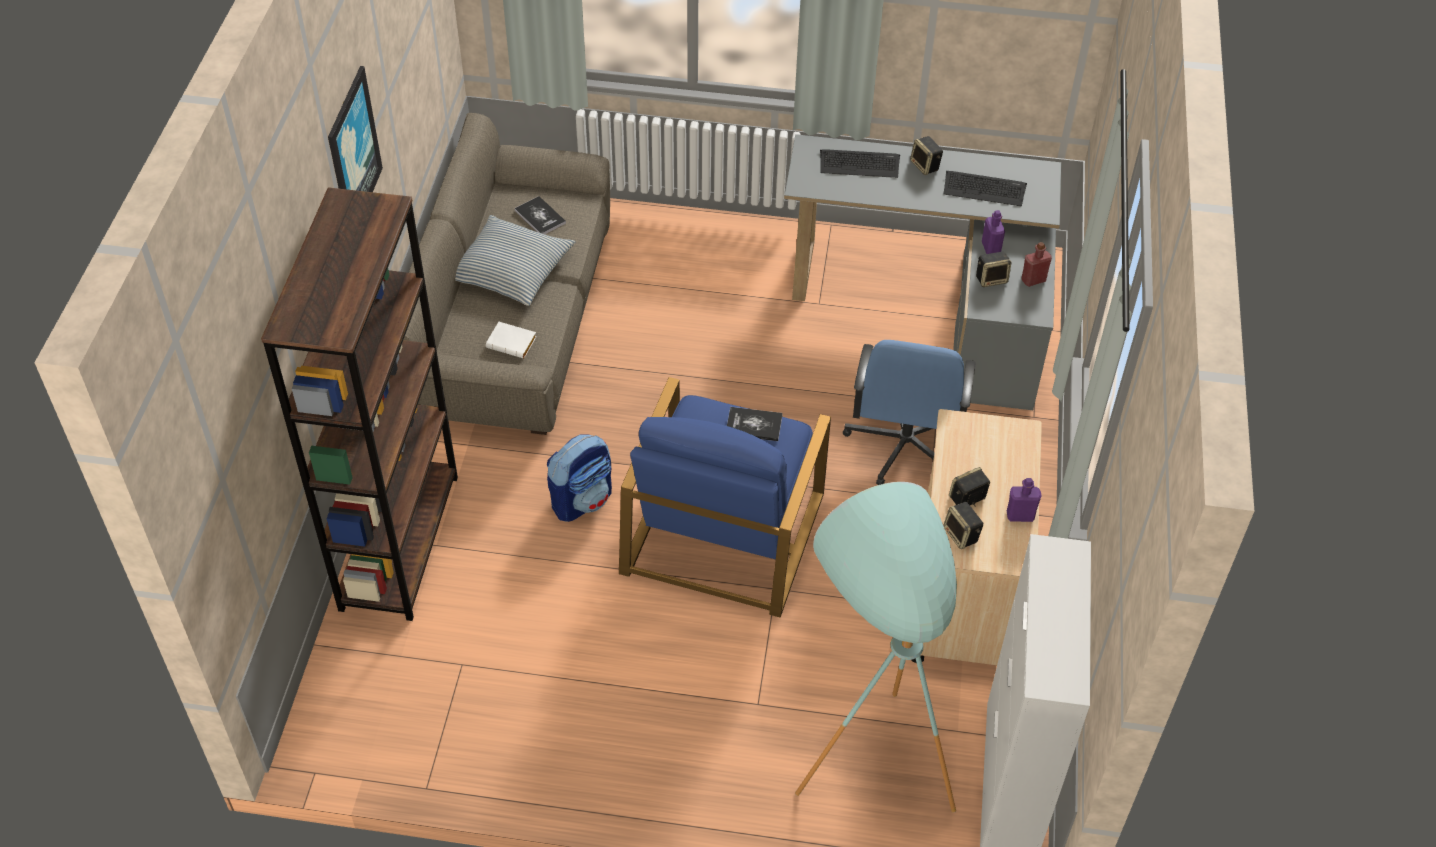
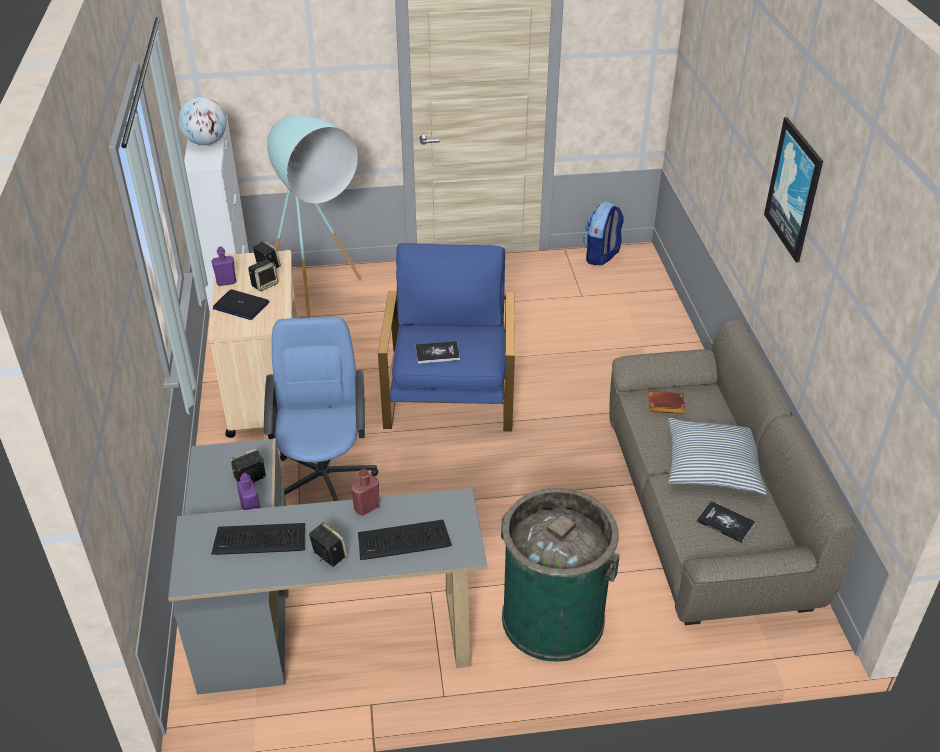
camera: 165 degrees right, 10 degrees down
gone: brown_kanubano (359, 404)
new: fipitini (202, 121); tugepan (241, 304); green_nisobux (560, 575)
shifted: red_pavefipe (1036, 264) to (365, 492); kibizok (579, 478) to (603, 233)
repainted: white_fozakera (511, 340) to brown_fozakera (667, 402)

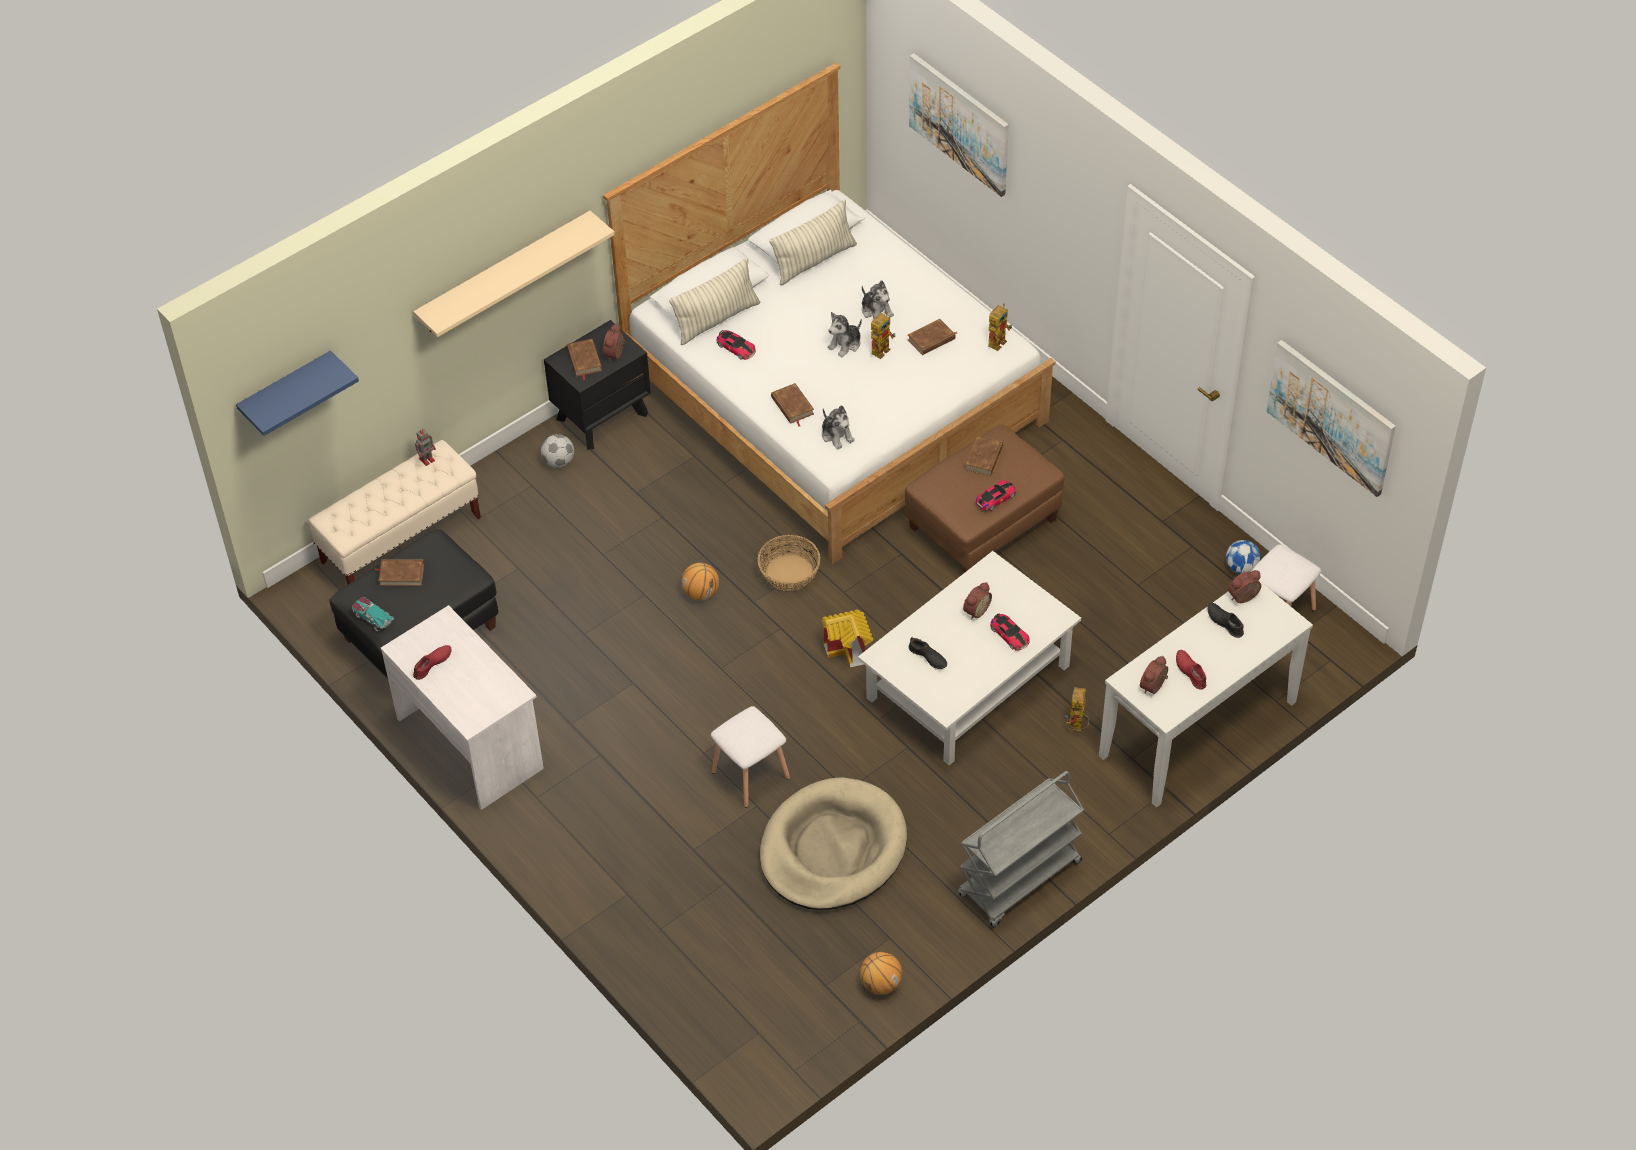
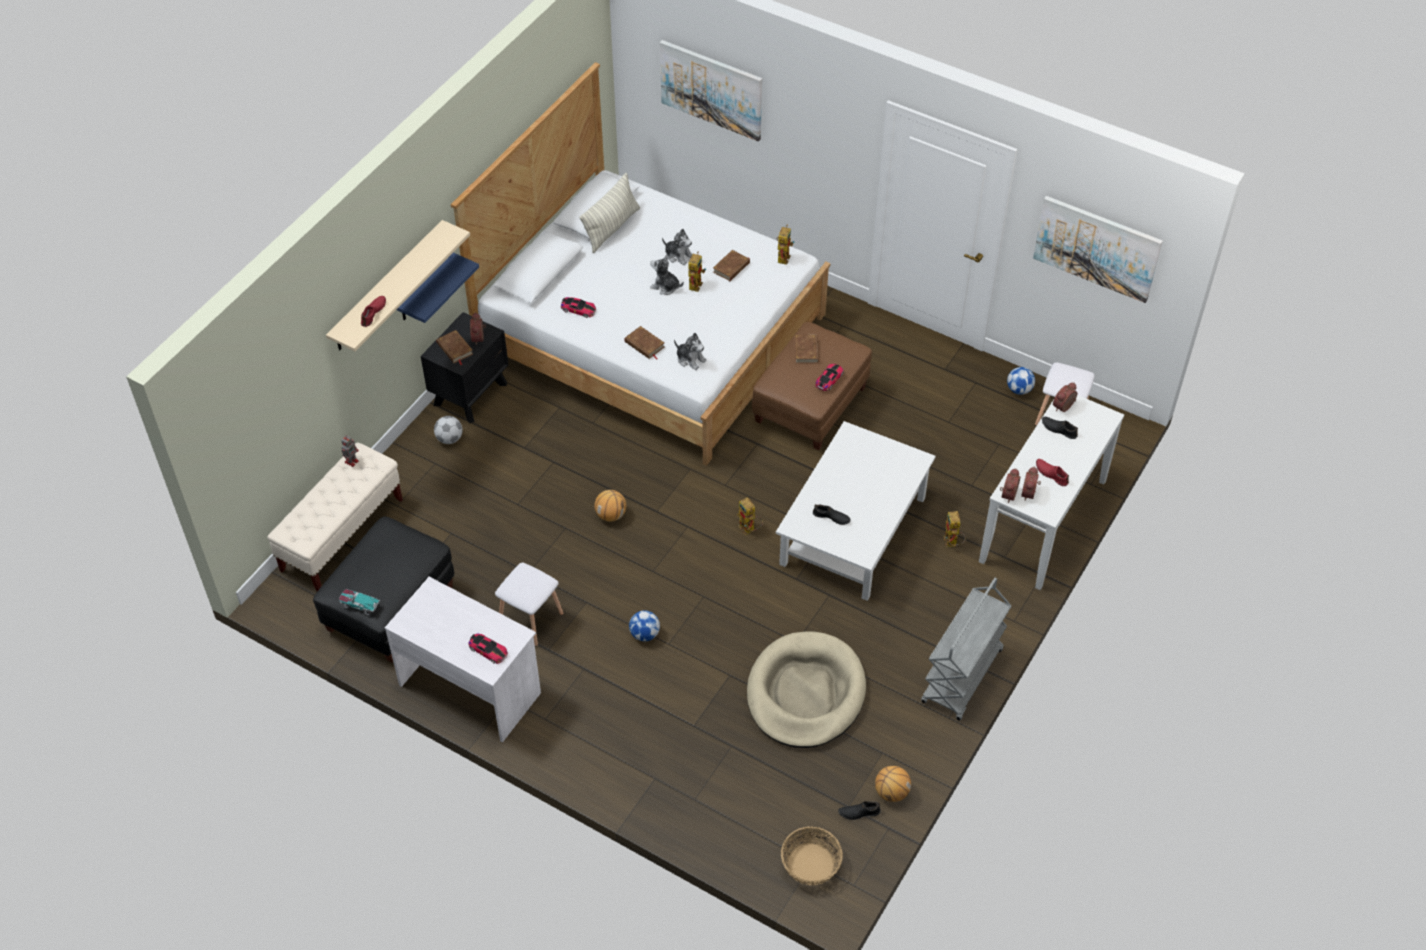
camera: 20 degrees left, 0 degrees up
gone: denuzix (714, 301); brown_fozakera (399, 572)
new: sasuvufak (644, 625); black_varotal (859, 810)
shifted: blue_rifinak (297, 393) to (438, 288); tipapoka (788, 563) to (812, 855); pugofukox (977, 601) to (1010, 485); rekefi (1010, 632) to (488, 648); red_varotal (432, 662) to (373, 311); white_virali (750, 756) to (529, 604)
swapped: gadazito (847, 638) to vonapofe (750, 516)
rotated: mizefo (844, 334) = (667, 275) 90 degrees clockwise

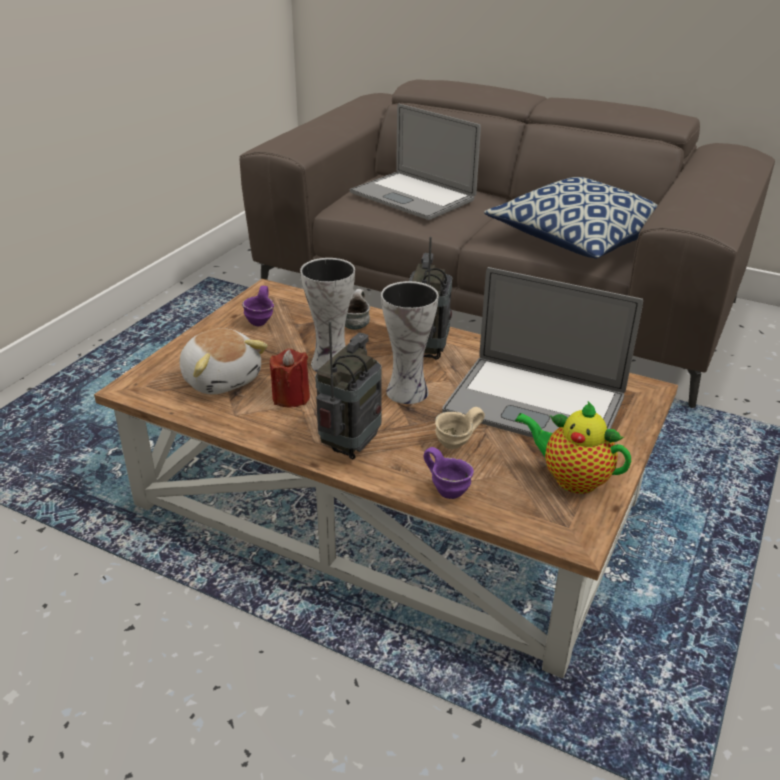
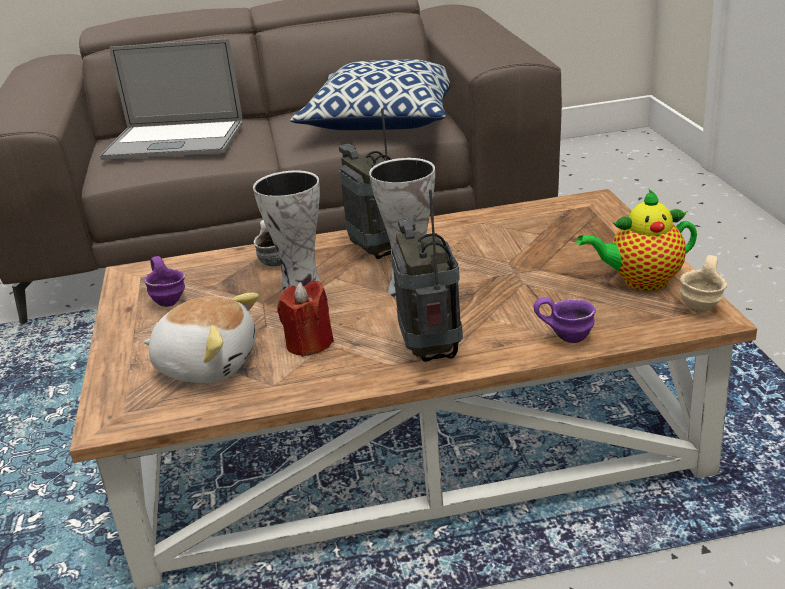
camera: 35 degrees left, 5 degrees down
gone: tugepan (542, 352)
shifted: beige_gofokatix (460, 428) to (703, 284)

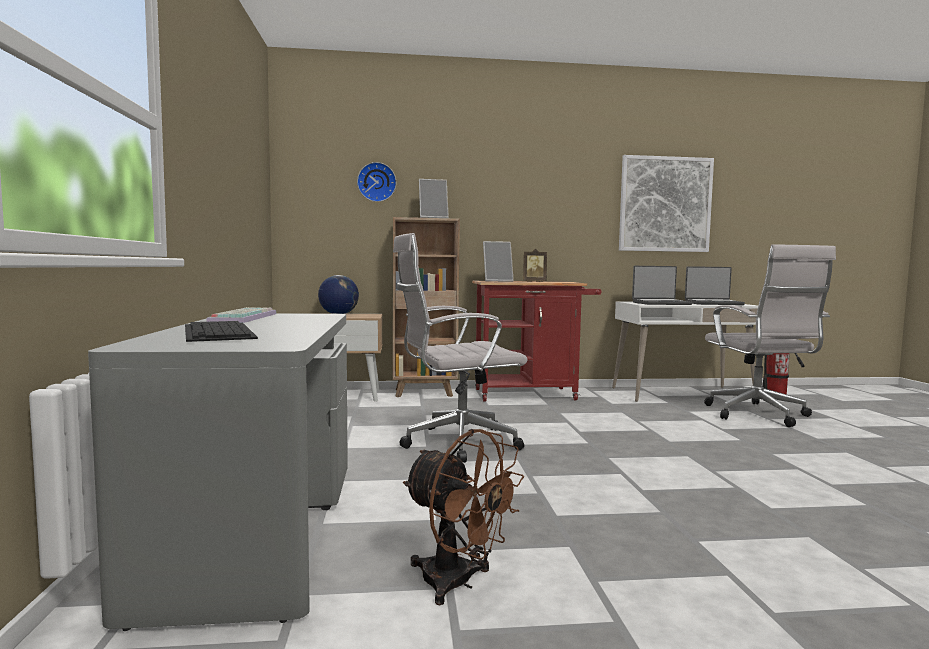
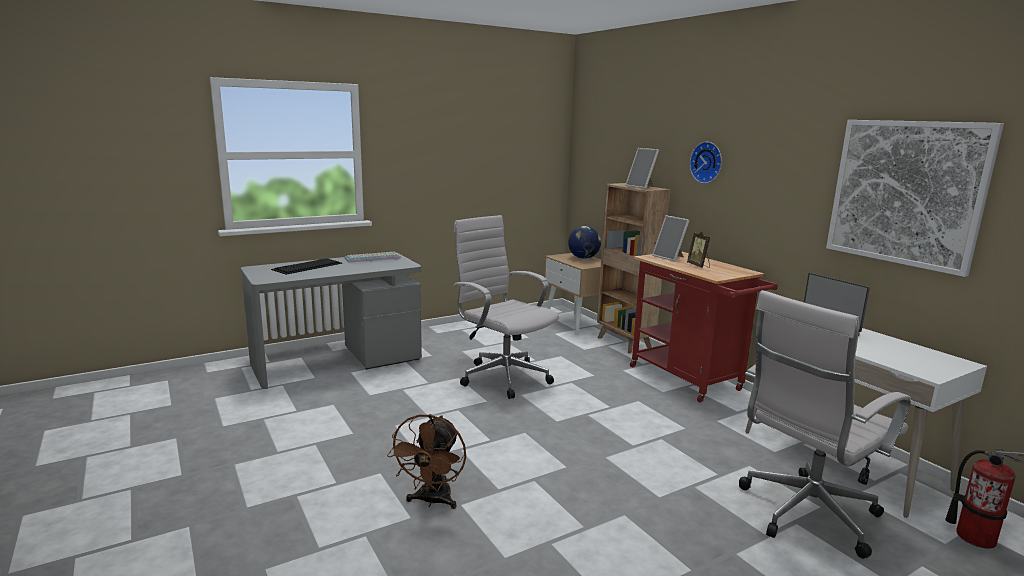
camera: 65 degrees right, 10 degrees up
gone: tugepan (715, 285)
shifted: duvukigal (377, 182) to (706, 163); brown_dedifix (463, 517) to (426, 461)

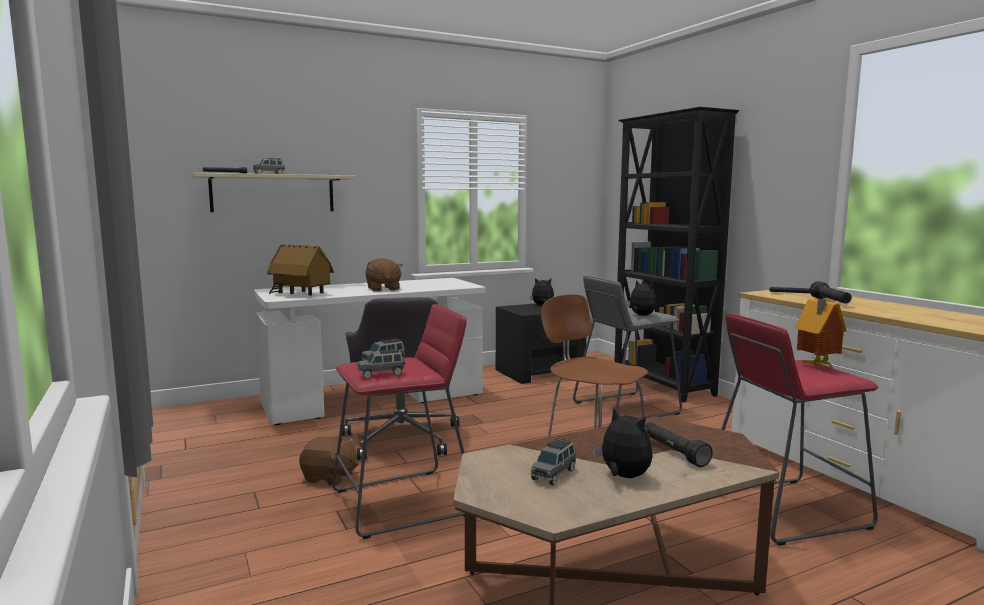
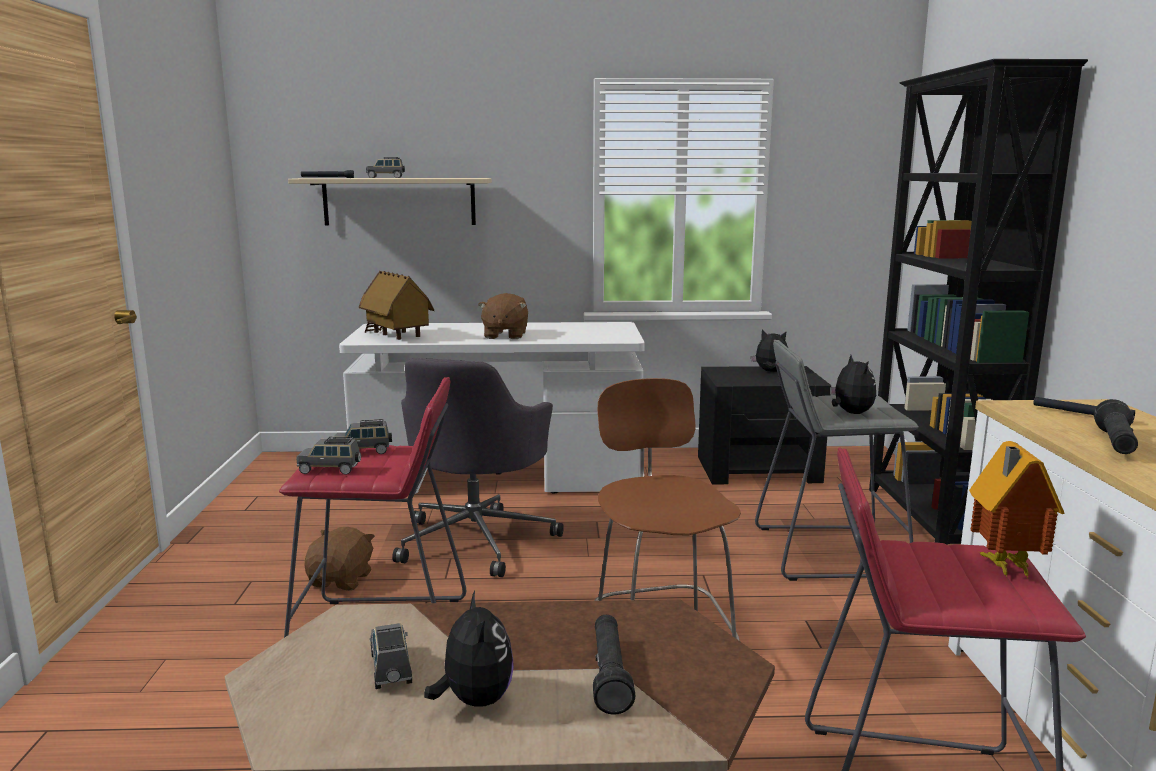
camera: 25 degrees right, 5 degrees up
rotated: brown_mizefo (329, 461) = (340, 558) 120 degrees counterclockwise; grey_rekefi (553, 461) = (391, 656) 105 degrees clockwise

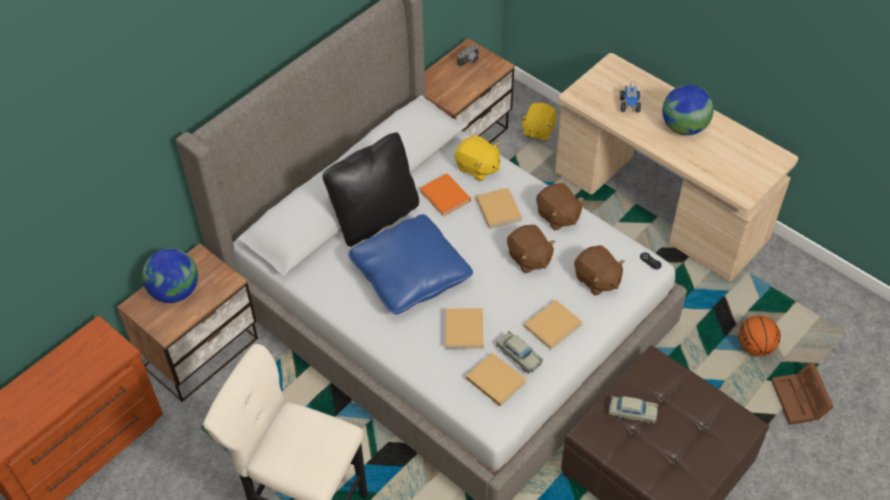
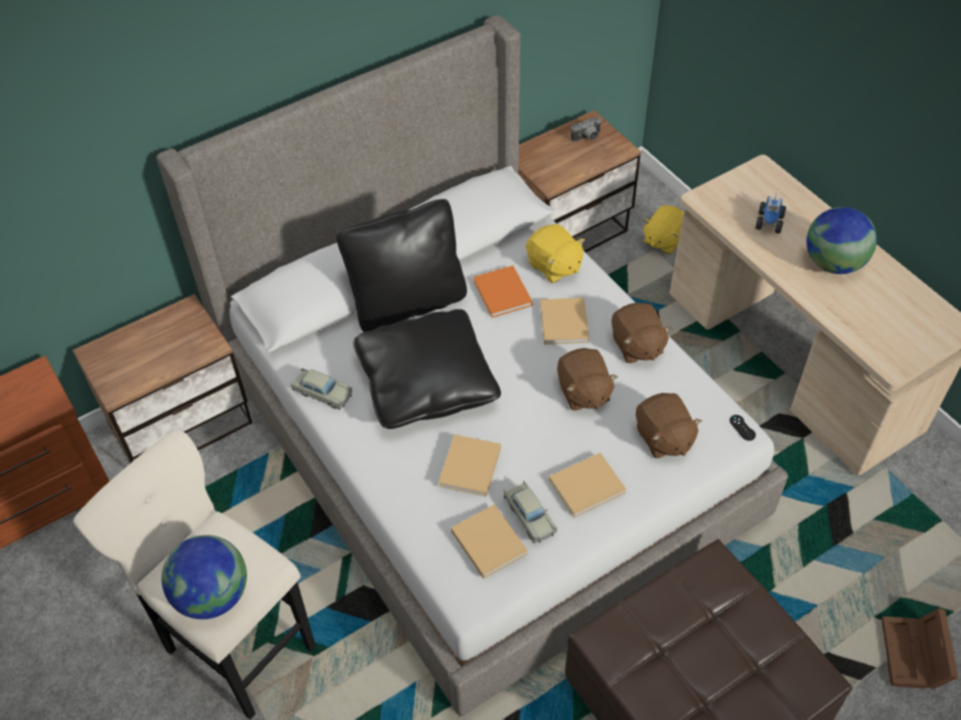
camera: 15 degrees right, 0 degrees up
gone: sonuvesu (760, 336)
shifted: fipitini (170, 276) to (204, 577); beige_rekefi (633, 410) to (321, 389)
repainted: blue_denuzix (410, 264) to black_denuzix (427, 369)

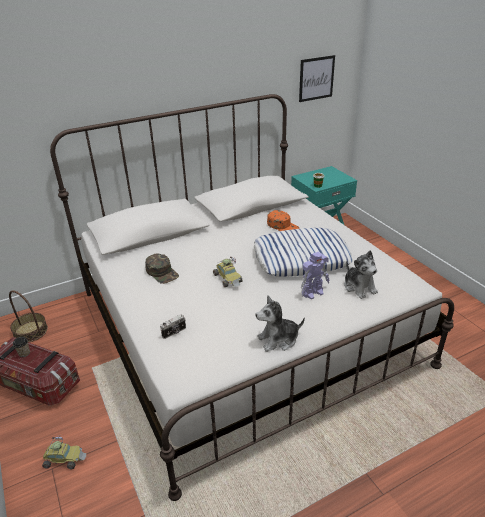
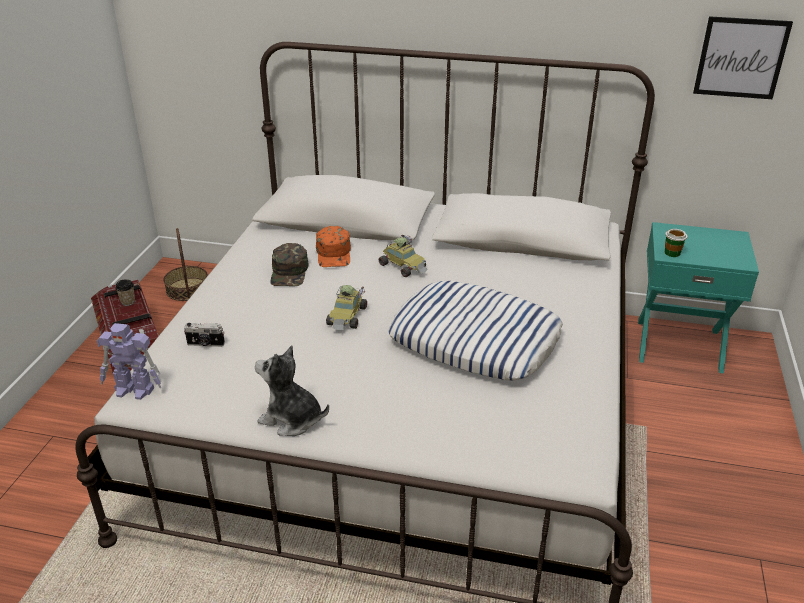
camera: 40 degrees right, 0 degrees up
gone: mizefo (361, 274)
shifted: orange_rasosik (283, 220) to (333, 246); vonapofe (315, 275) to (129, 361); rekefi (64, 452) to (403, 256)

